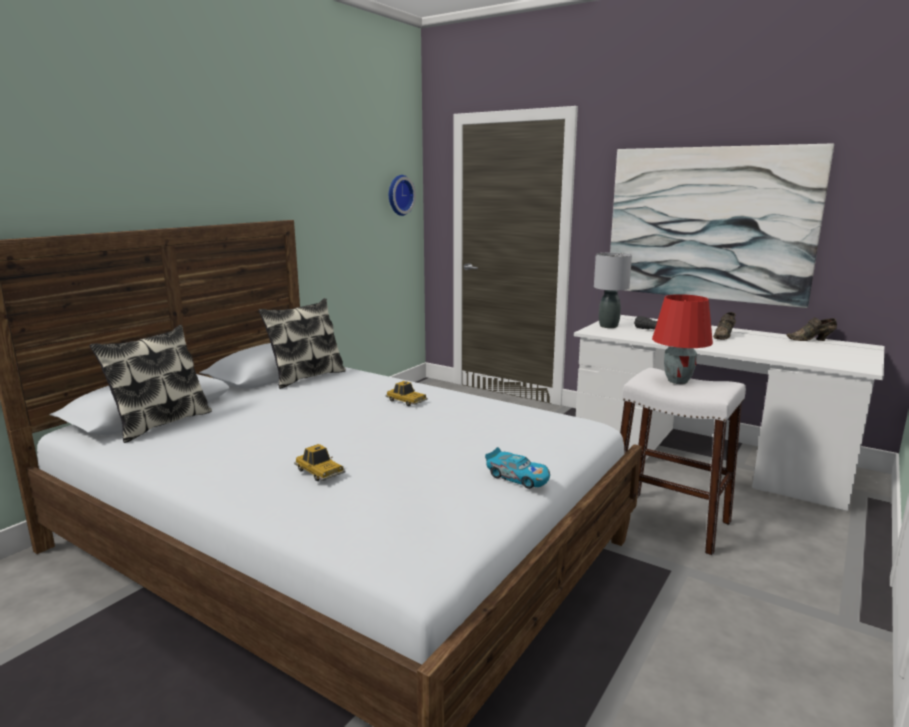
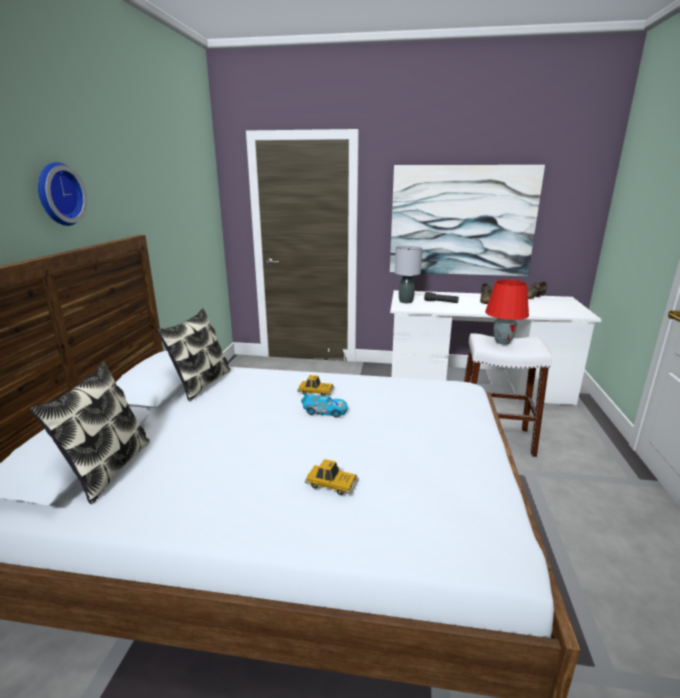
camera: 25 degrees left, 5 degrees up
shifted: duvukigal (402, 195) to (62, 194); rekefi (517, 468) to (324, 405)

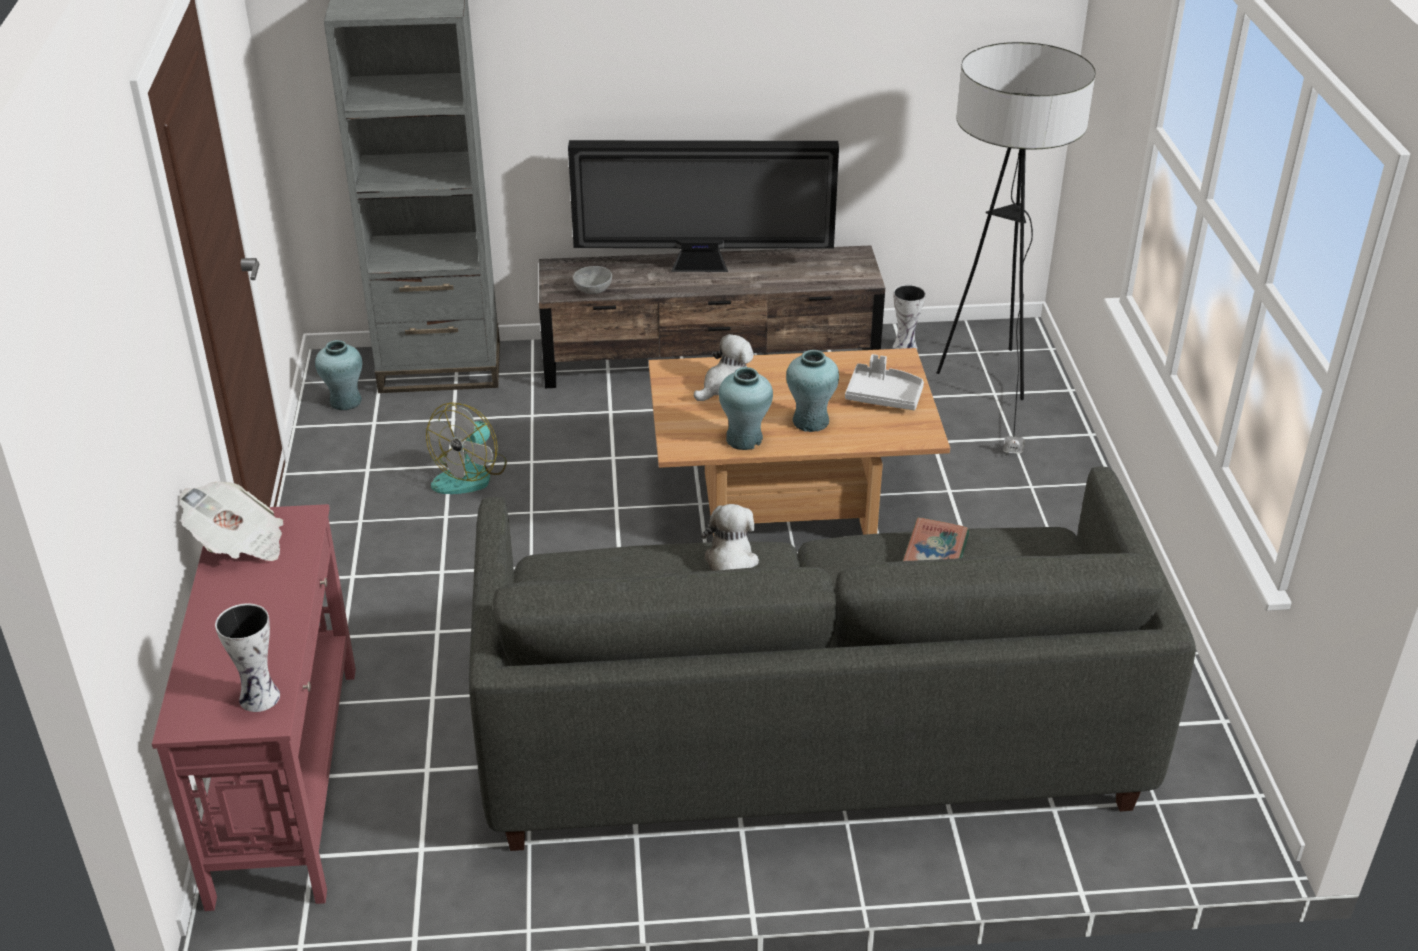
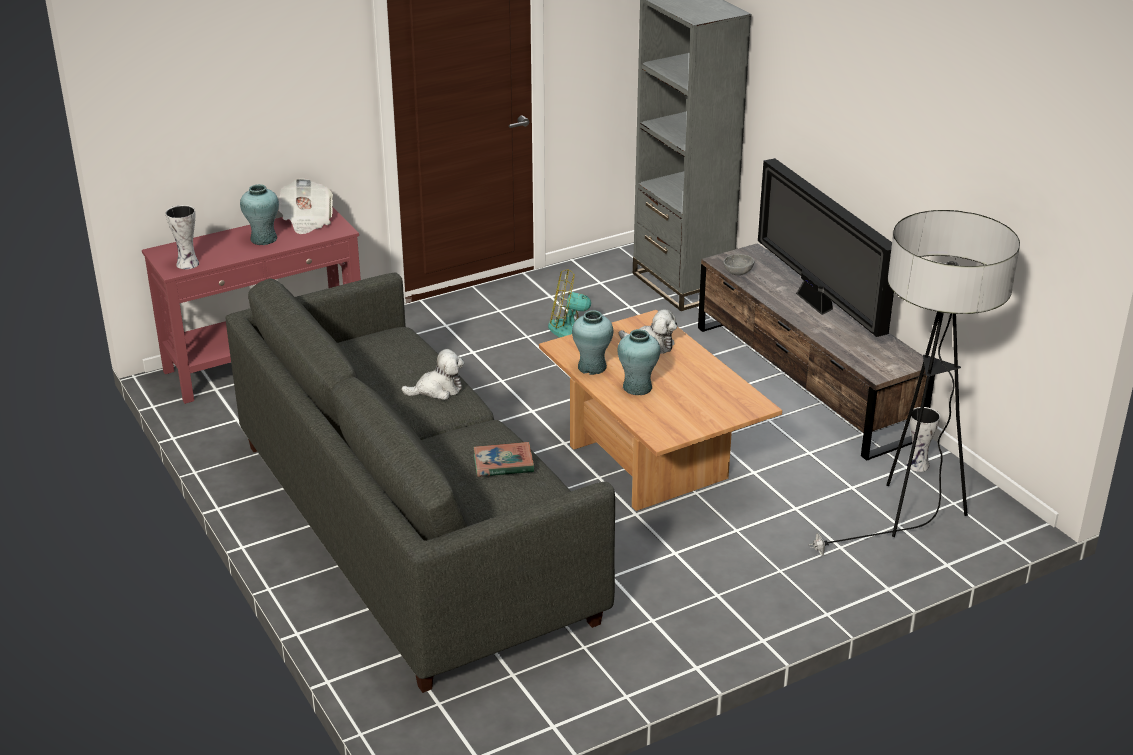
camera: 65 degrees right, 5 degrees down
gone: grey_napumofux (884, 382)
shifted: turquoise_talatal (338, 375) to (259, 214)

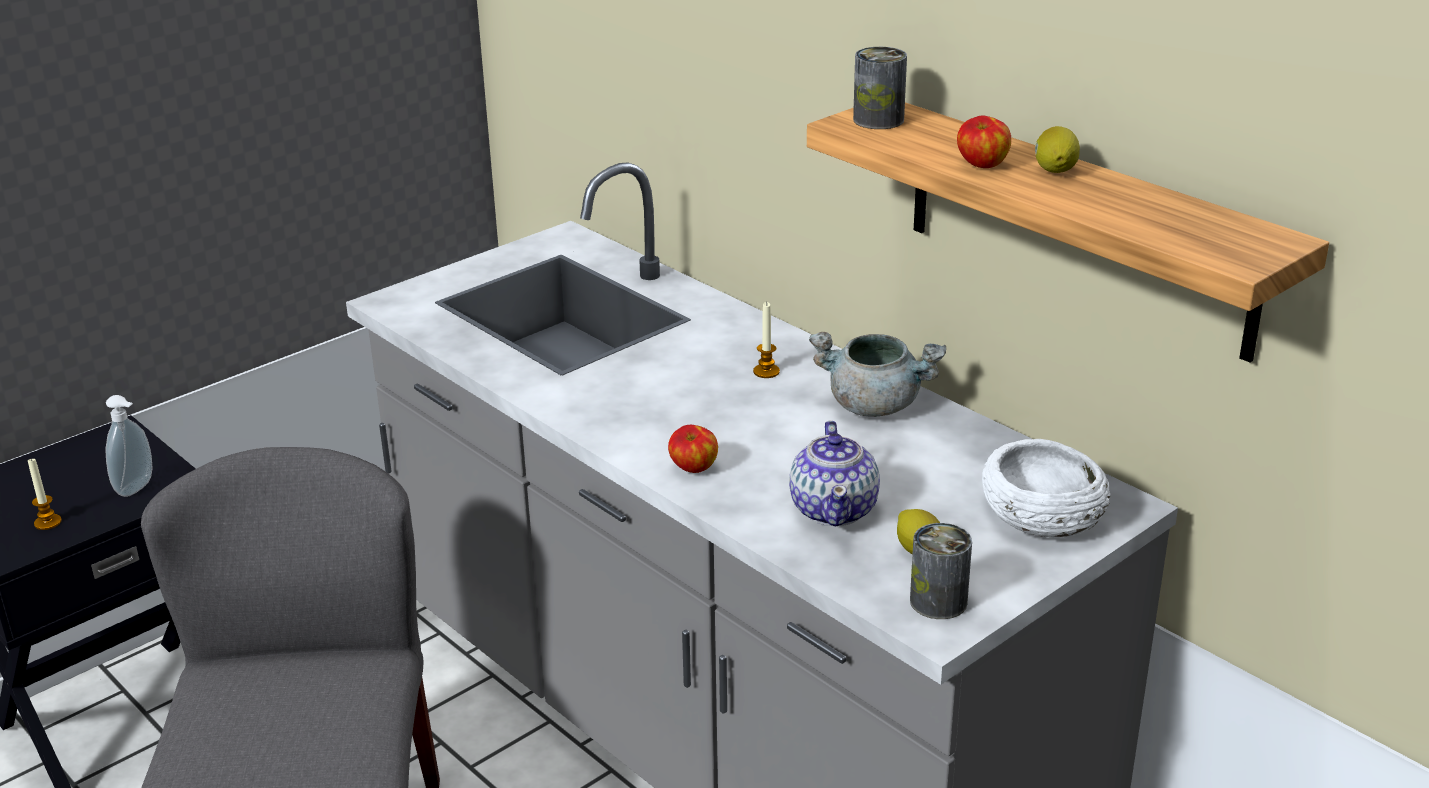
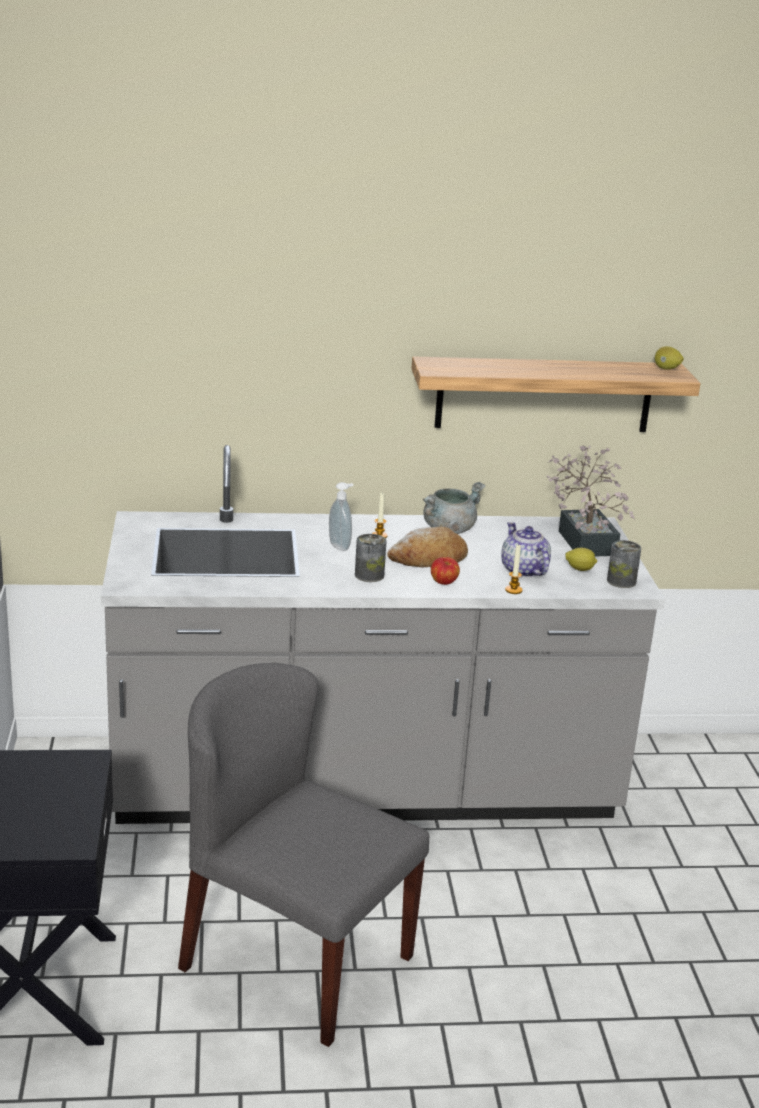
camera: 55 degrees left, 5 degrees down
gone: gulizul (984, 142)
new: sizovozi (427, 547)
shifted: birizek (880, 88) to (370, 558); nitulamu (1057, 149) to (669, 358); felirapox (128, 446) to (341, 516); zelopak (45, 494) to (513, 569)
swapped: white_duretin (1046, 488) to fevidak (591, 501)
rotated: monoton (834, 474) = (526, 550) 150 degrees counterclockwise

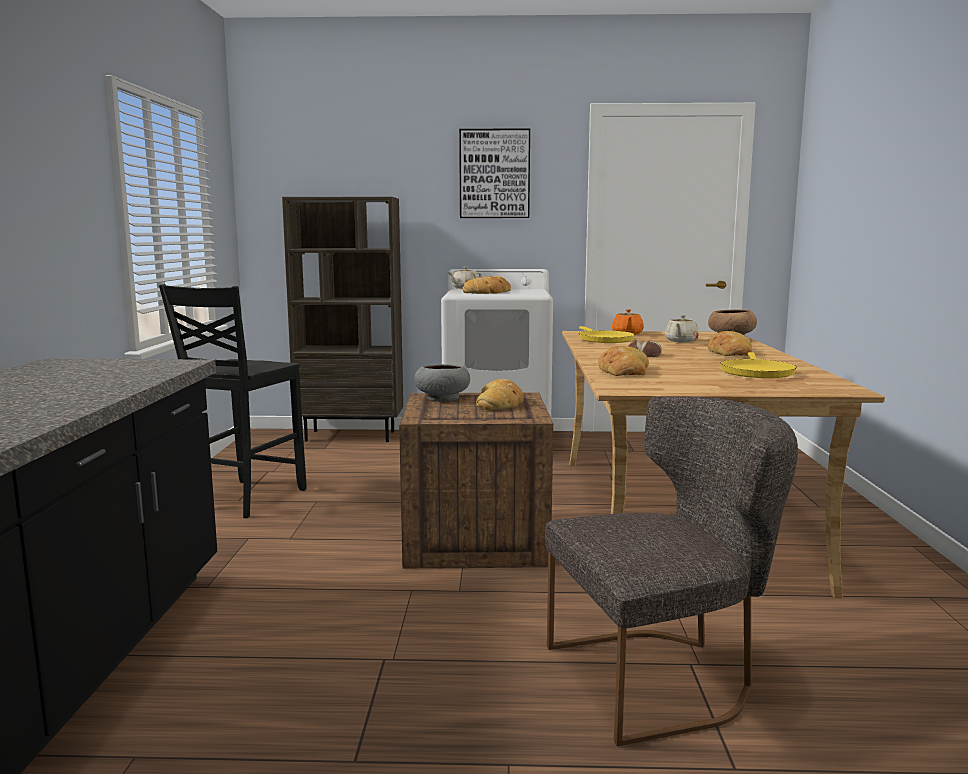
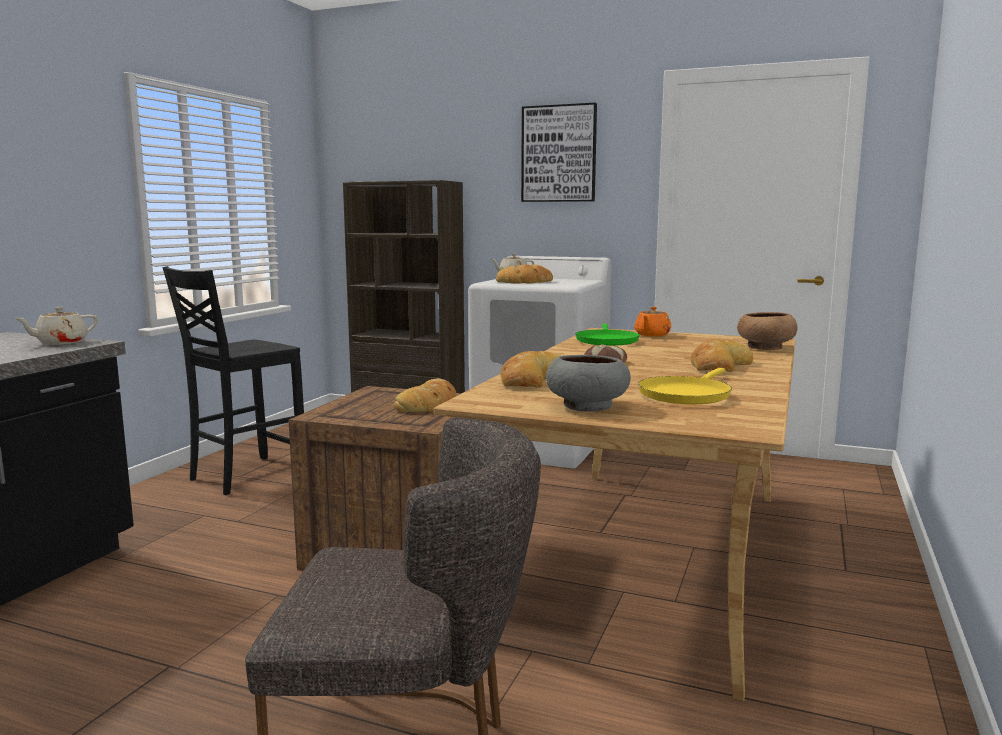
camera: 20 degrees right, 0 degrees up
shifted: beige_monoton (682, 329) to (56, 326); grey_duretin (442, 383) to (588, 383)
repainted: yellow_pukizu (607, 334) to green_pukizu (608, 335)

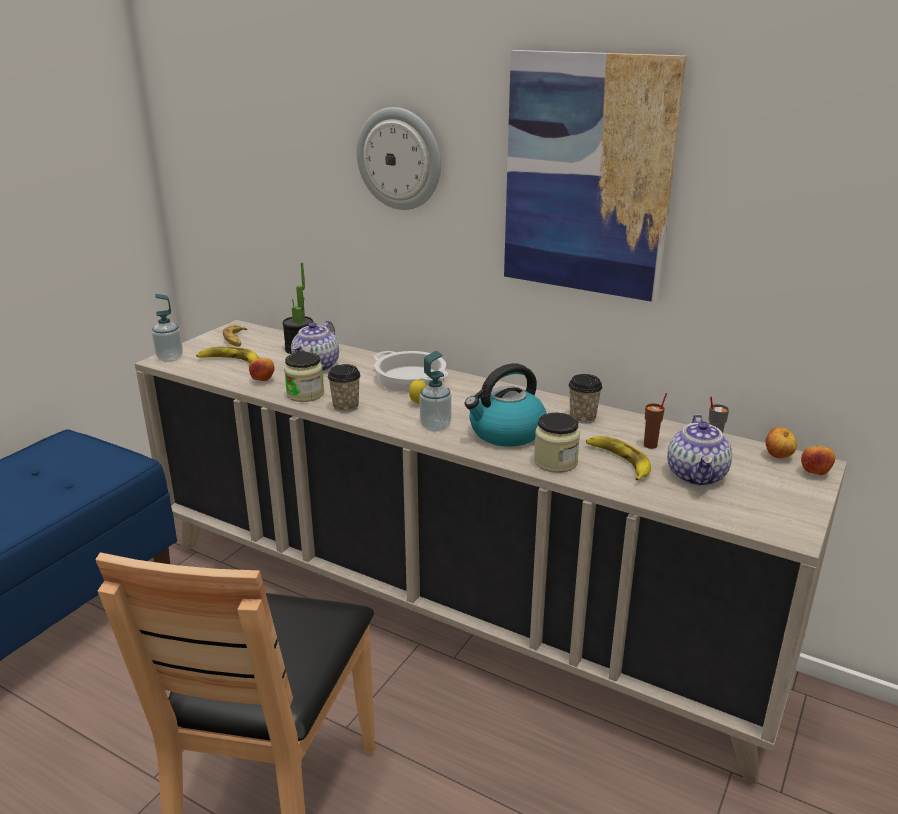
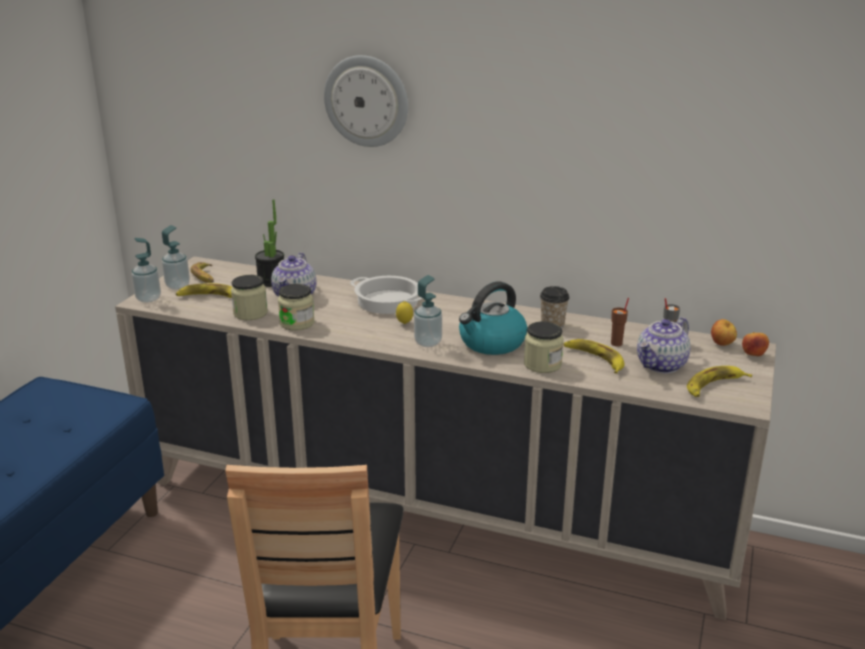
camera: 10 degrees left, 0 degrees up
gone: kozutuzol (595, 176); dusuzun (344, 388)
new: felirapox (176, 257); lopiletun (719, 381)
swapped: gulizul (261, 369) to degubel (249, 297)
rotated: monoton (699, 450) = (664, 345) 45 degrees clockwise

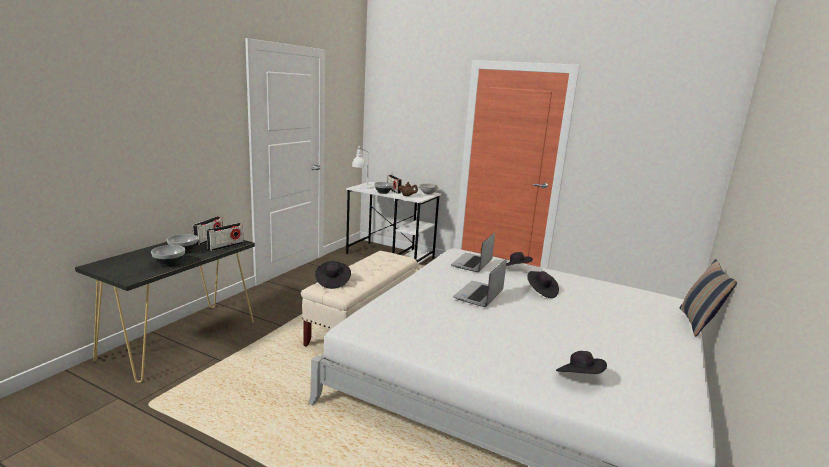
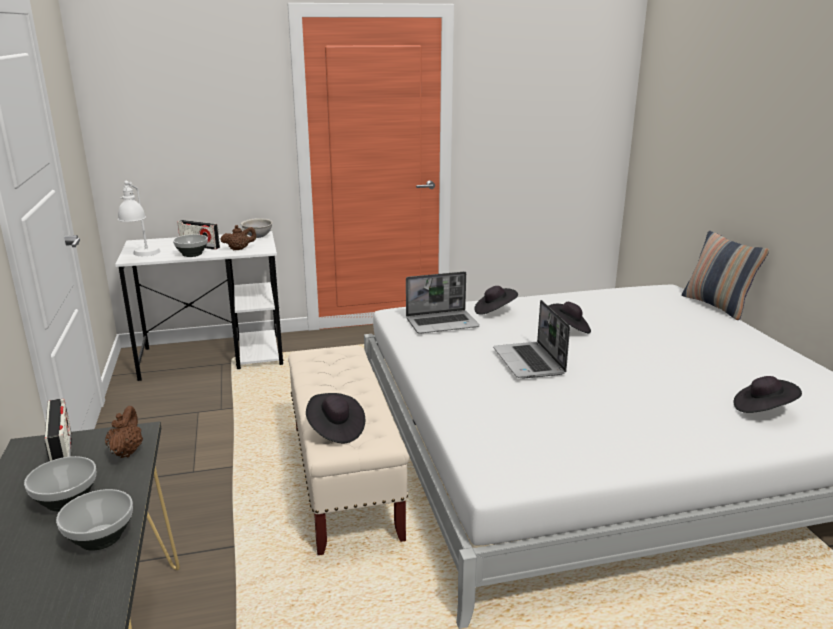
camera: 40 degrees left, 5 degrees up
swapped: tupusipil (225, 237) to brown_monoton (124, 432)
rotated: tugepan (473, 252) = (443, 302) 90 degrees counterclockwise

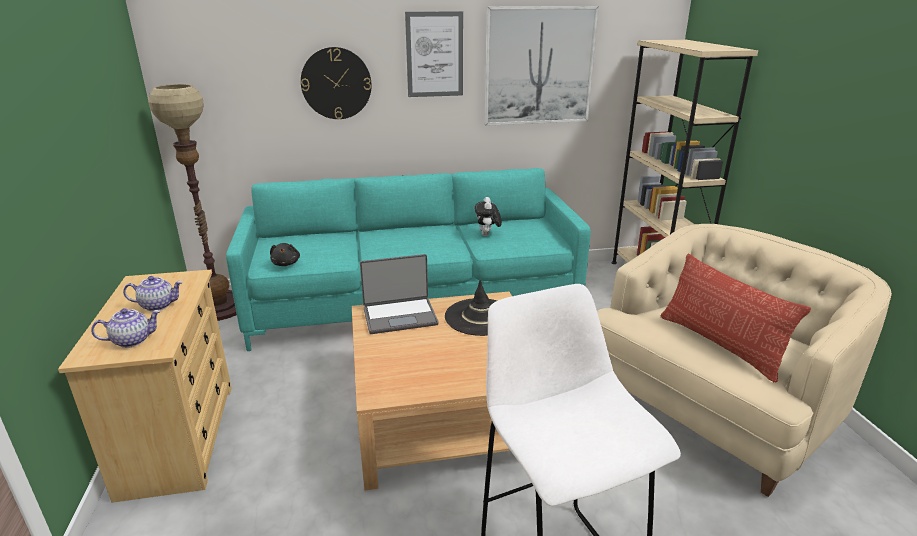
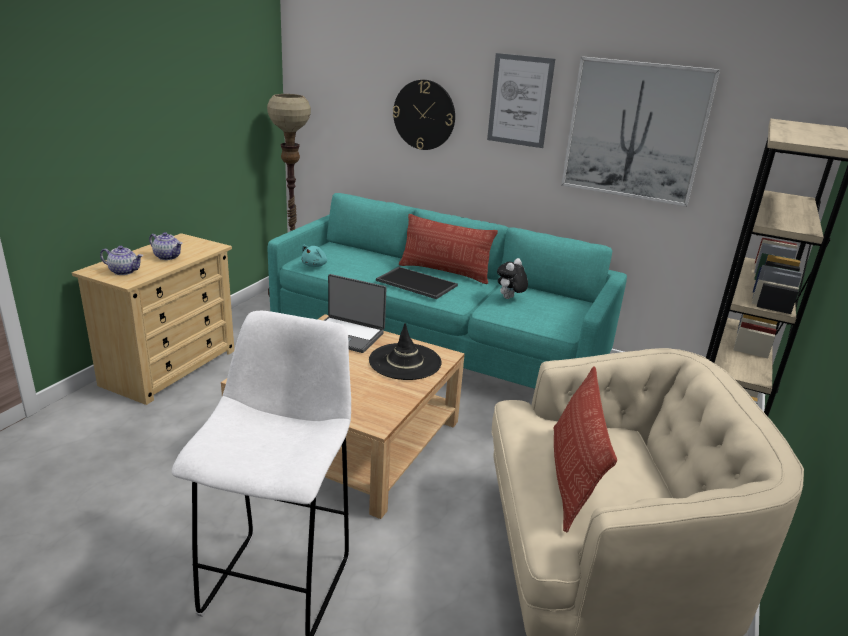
camera: 35 degrees right, 0 degrees up
new: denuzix (448, 249); napumofux (417, 283)
repainted: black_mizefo (285, 254) to turquoise_mizefo (314, 256)

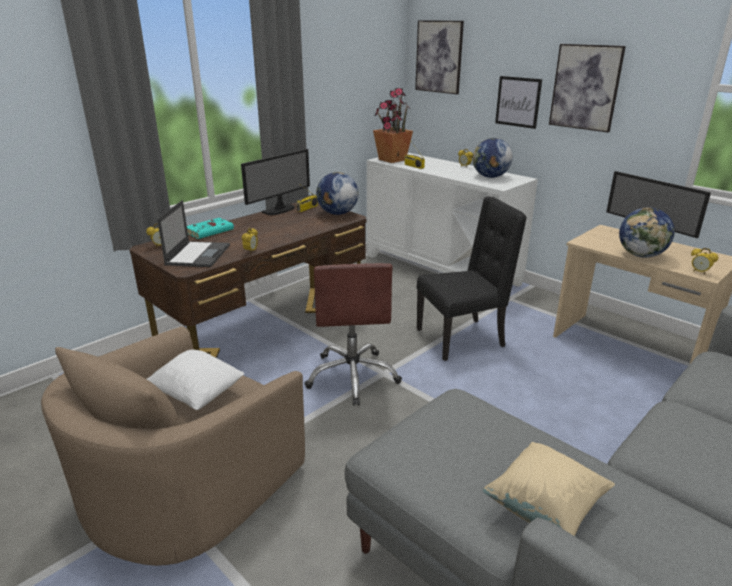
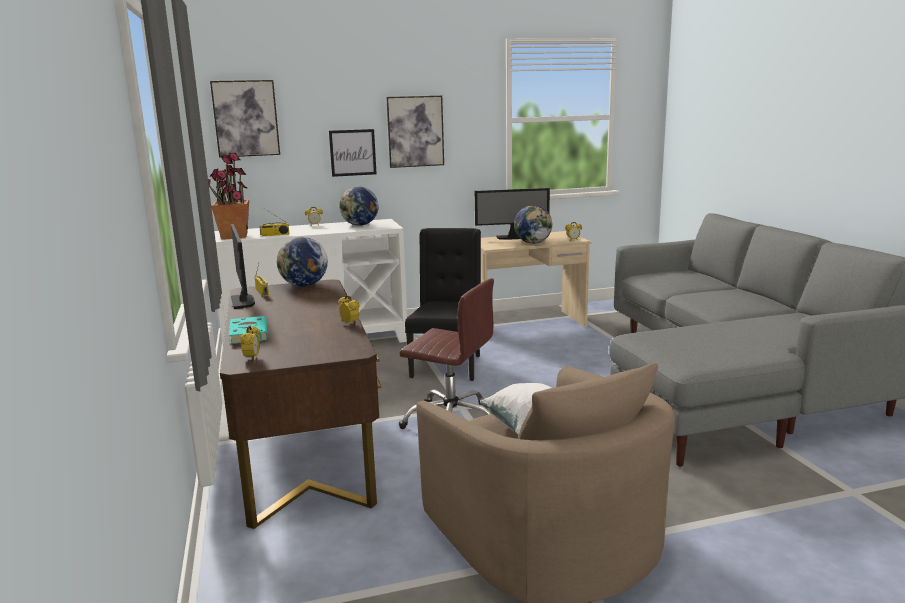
camera: 60 degrees left, 10 degrees down
gone: tugepan (193, 233); beige_denuzix (549, 489)

